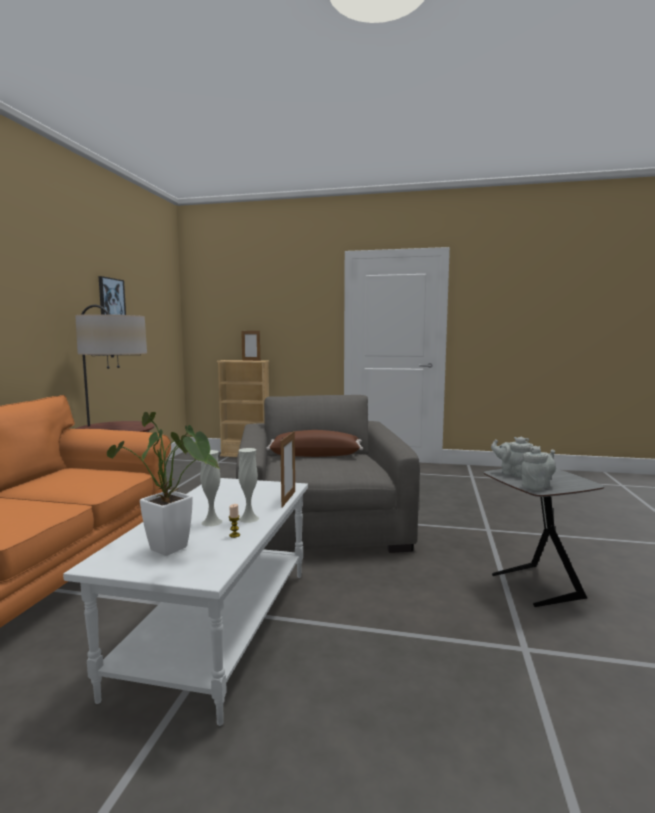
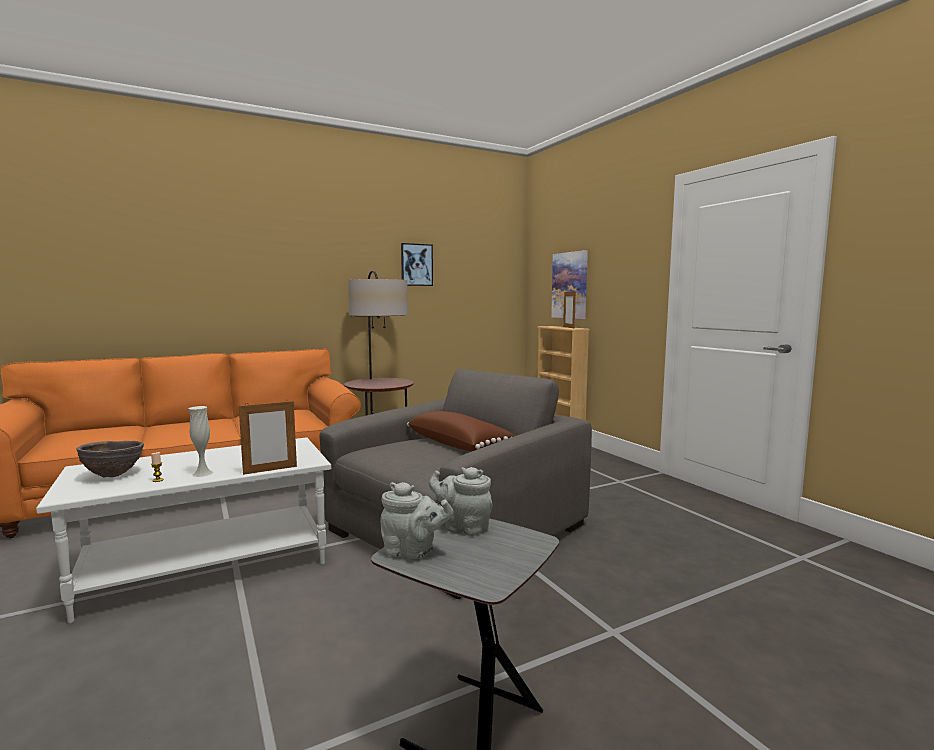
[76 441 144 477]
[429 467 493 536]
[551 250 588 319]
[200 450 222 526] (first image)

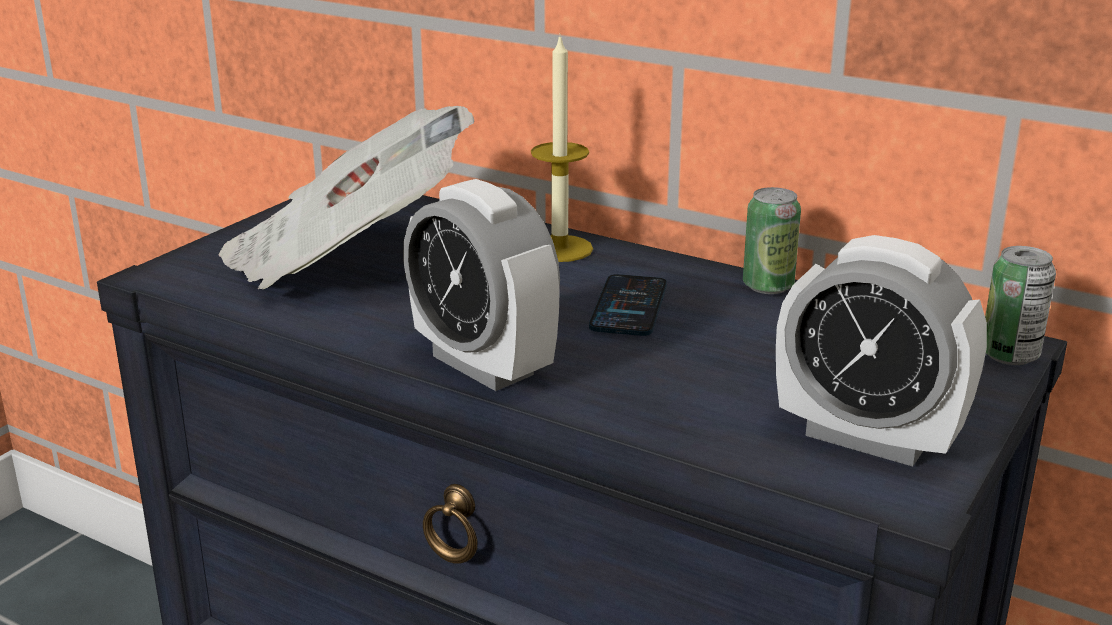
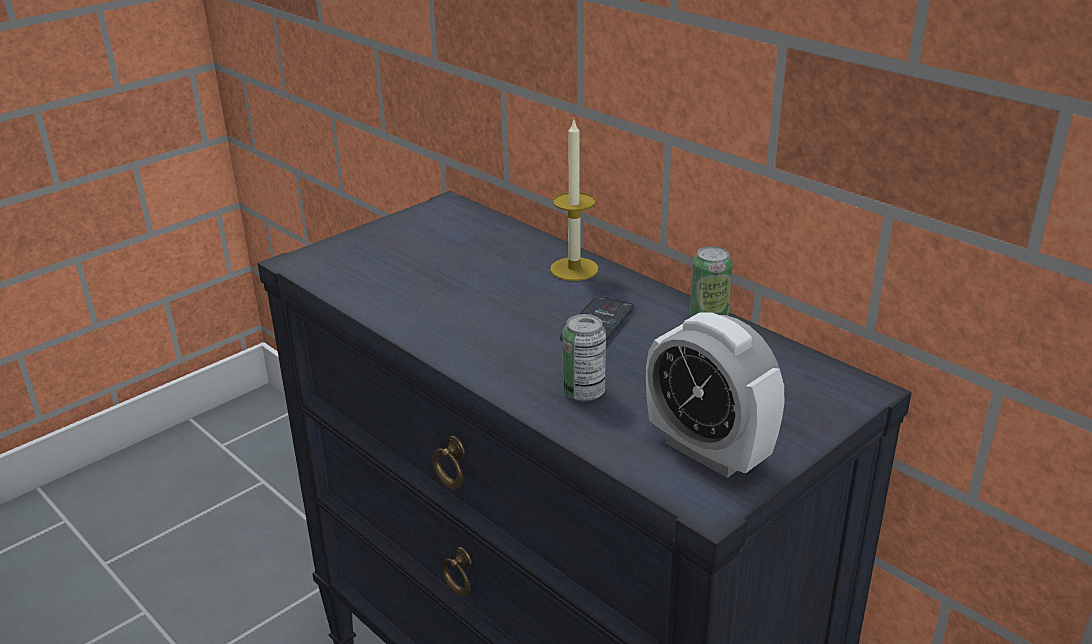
[562 314 606 402]
[218 106 474 290] (first image)
[403 179 560 391] (first image)

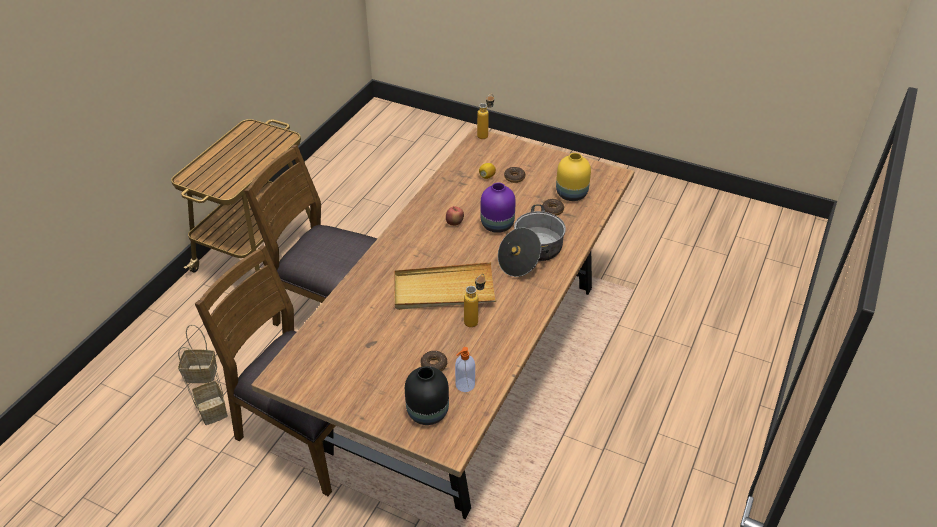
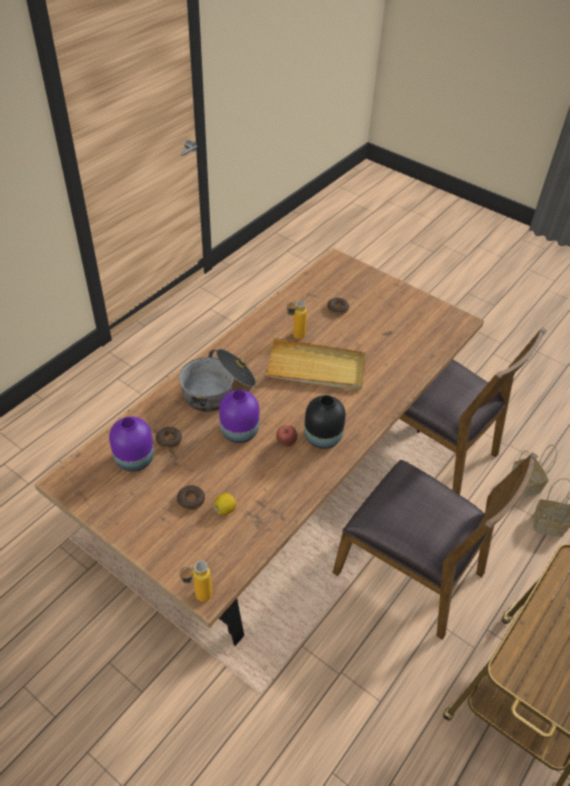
[109 417 154 472]
[304 395 346 449]
[455 347 475 392] (first image)

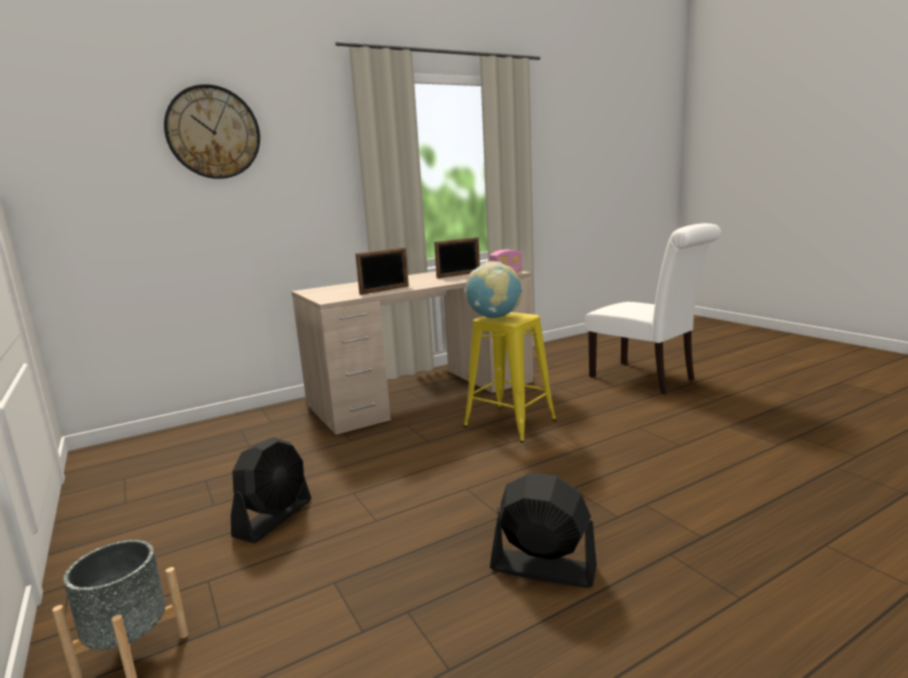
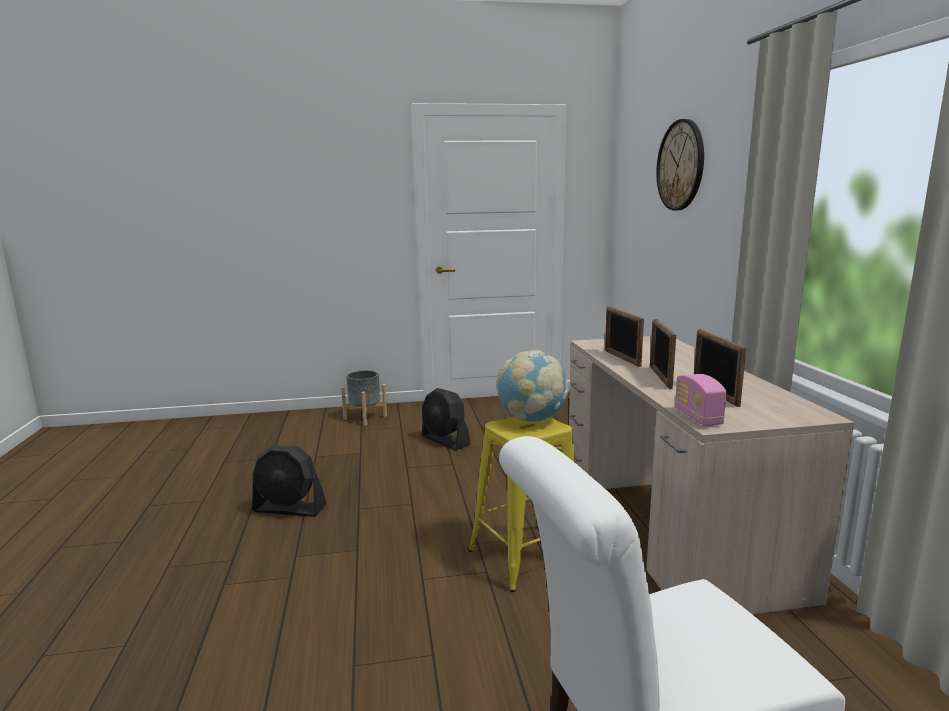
[252 445 326 517]
[650 319 676 389]

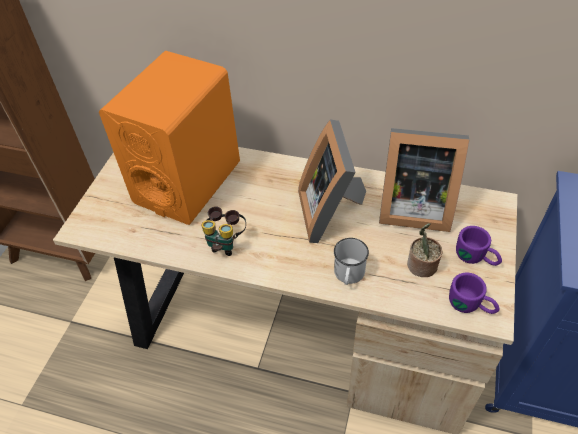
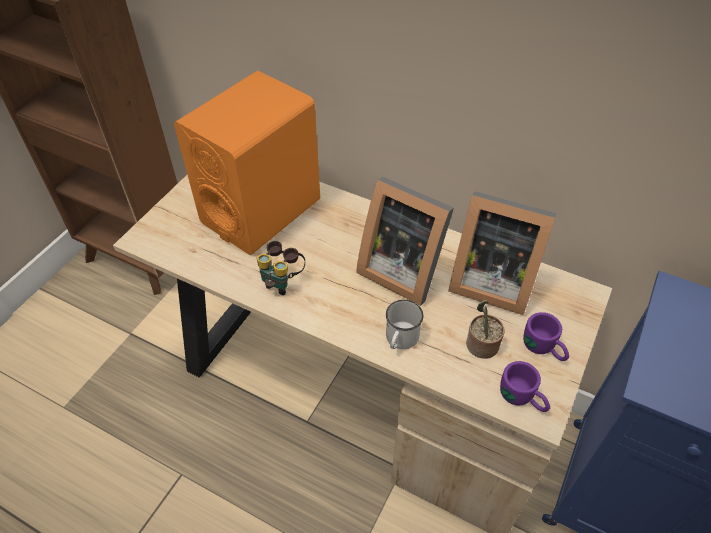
[356 177 454 306]

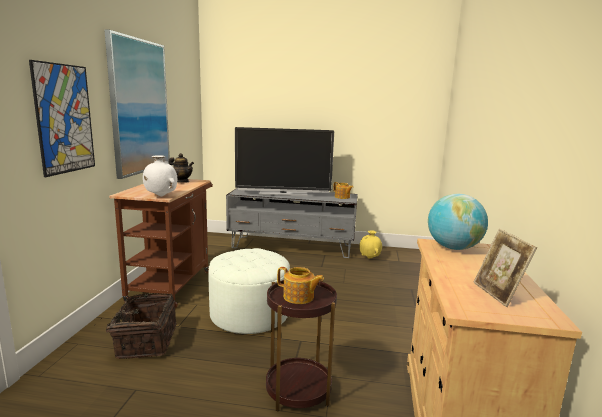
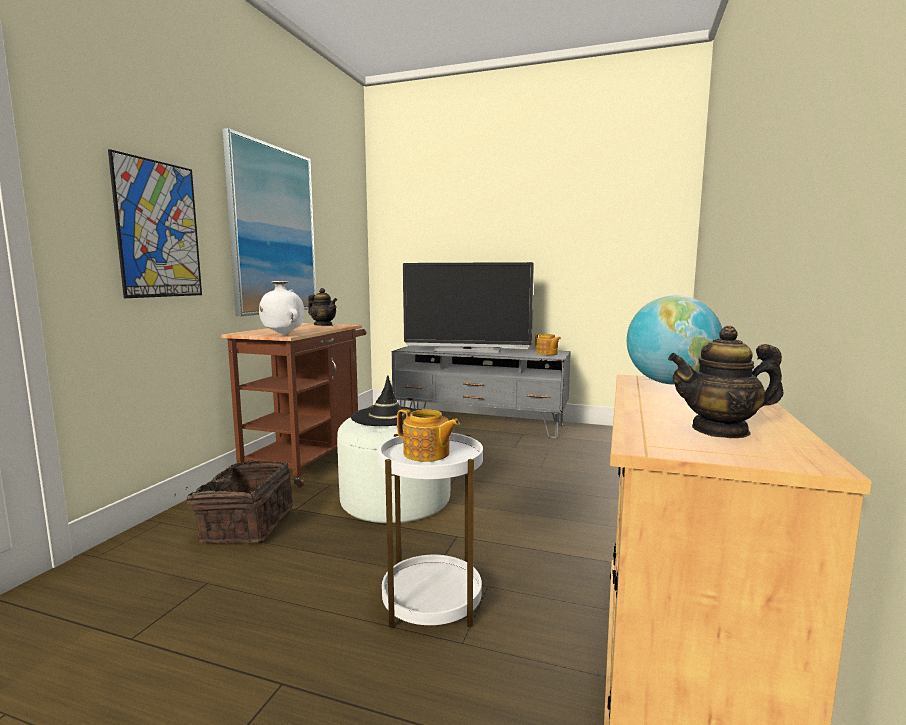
[351 375 416 426]
[378 433 483 628]
[668 326 783 438]
[359 230 382 259] (first image)

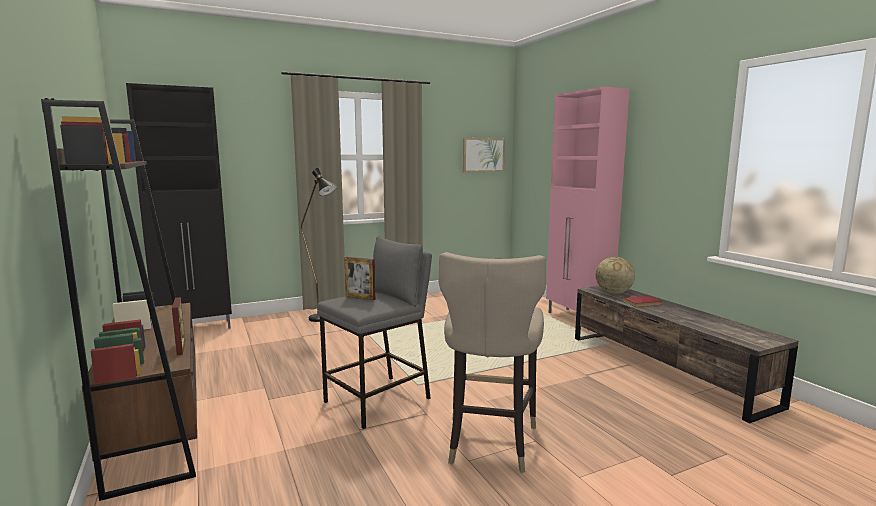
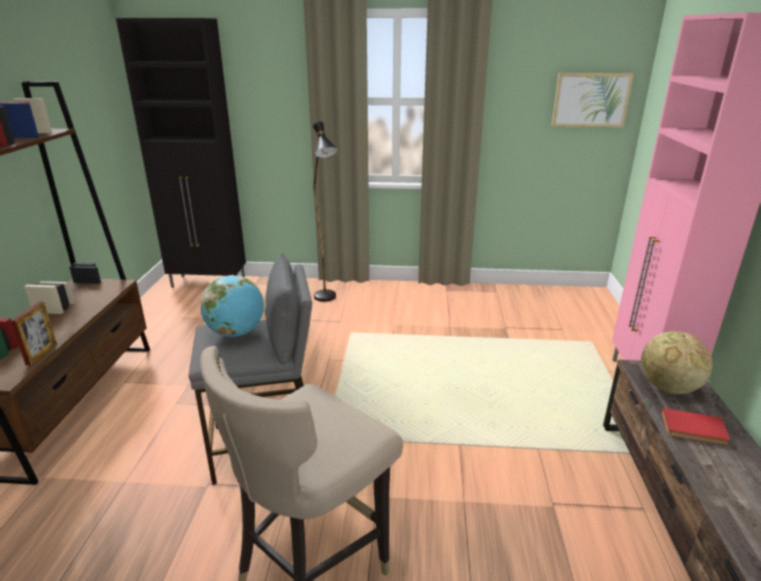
[200 275 264 337]

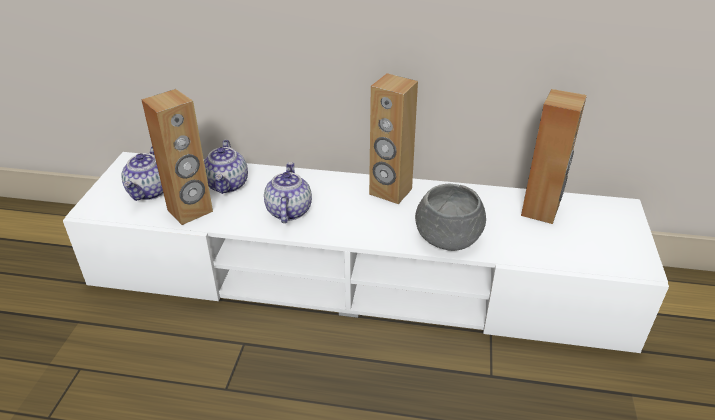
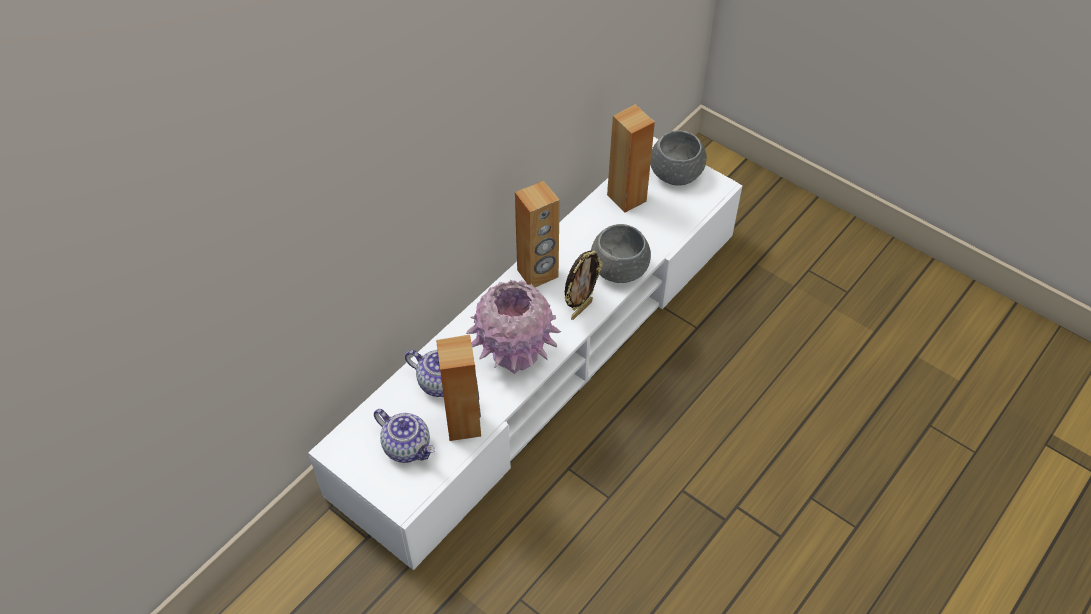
[466 279 561 374]
[564 250 603 320]
[650 130 706 186]

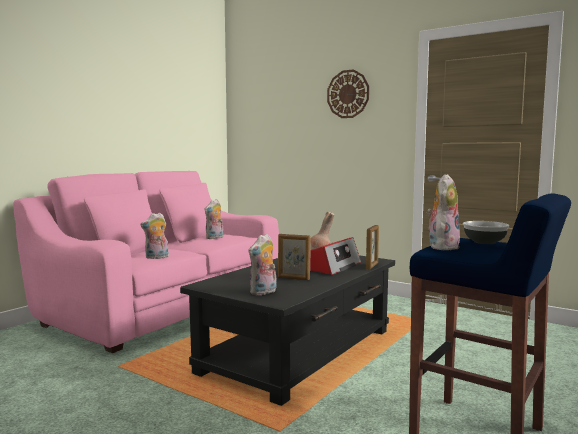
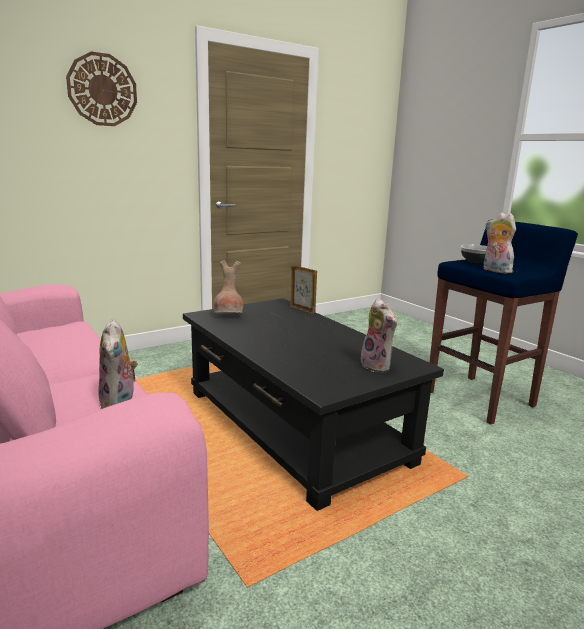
[205 199 224 239] (first image)
[278 234 311 280] (first image)
[310 237 361 275] (first image)

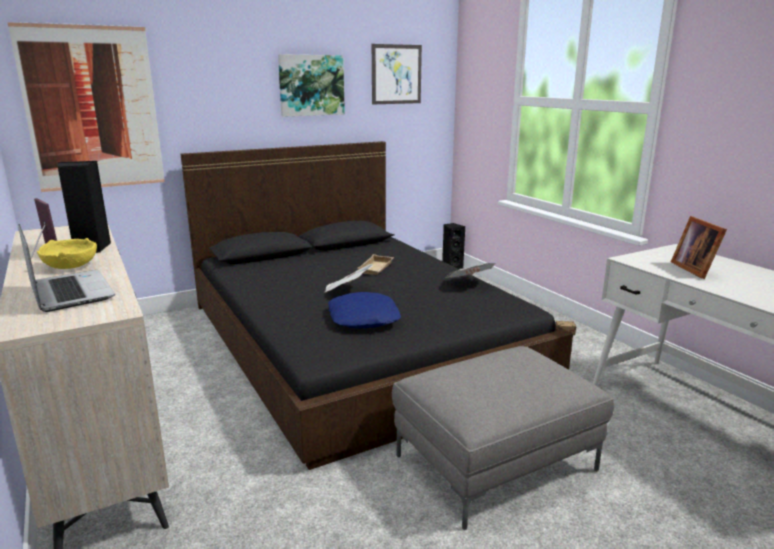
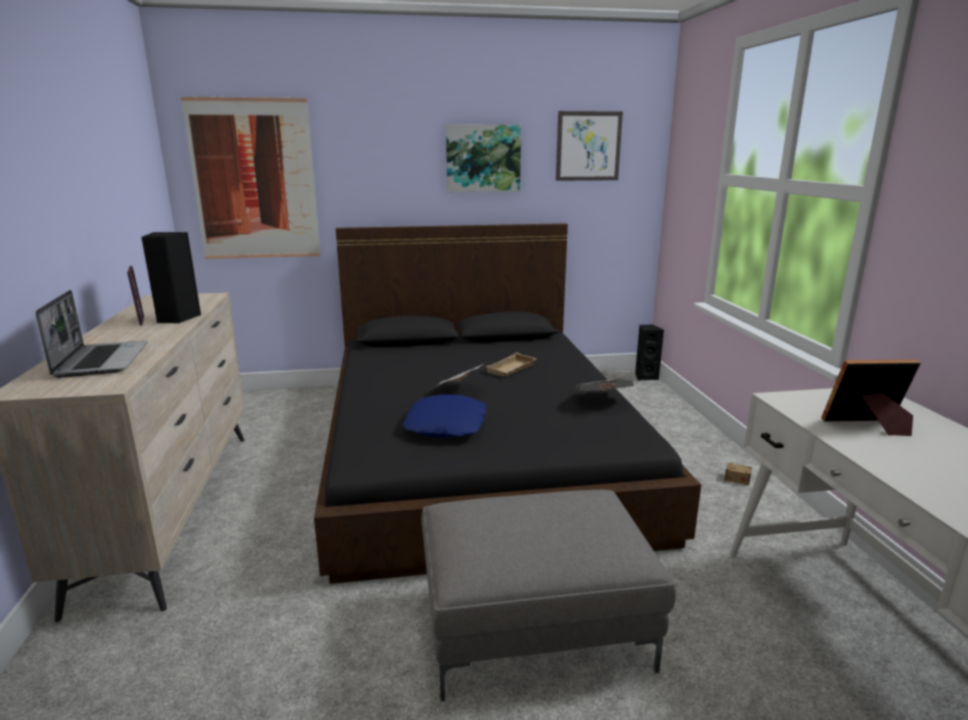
[821 359 921 436]
[37 238 97 269] (first image)

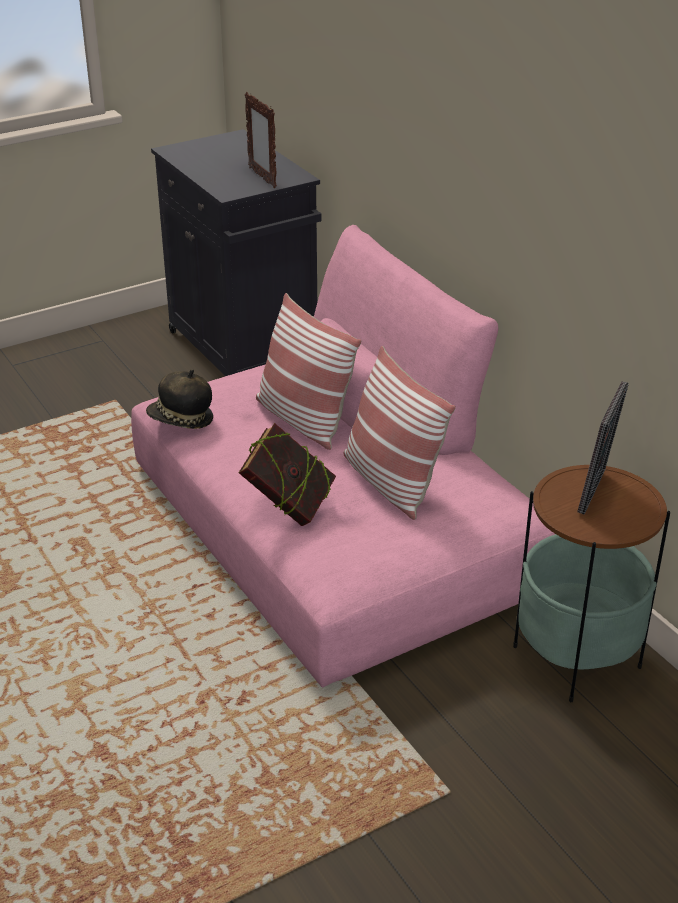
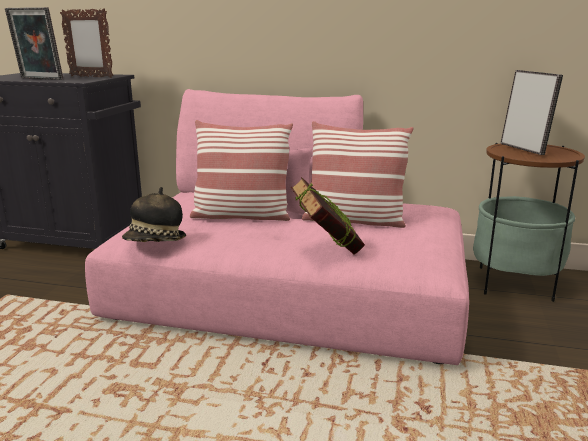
[5 7 63 80]

